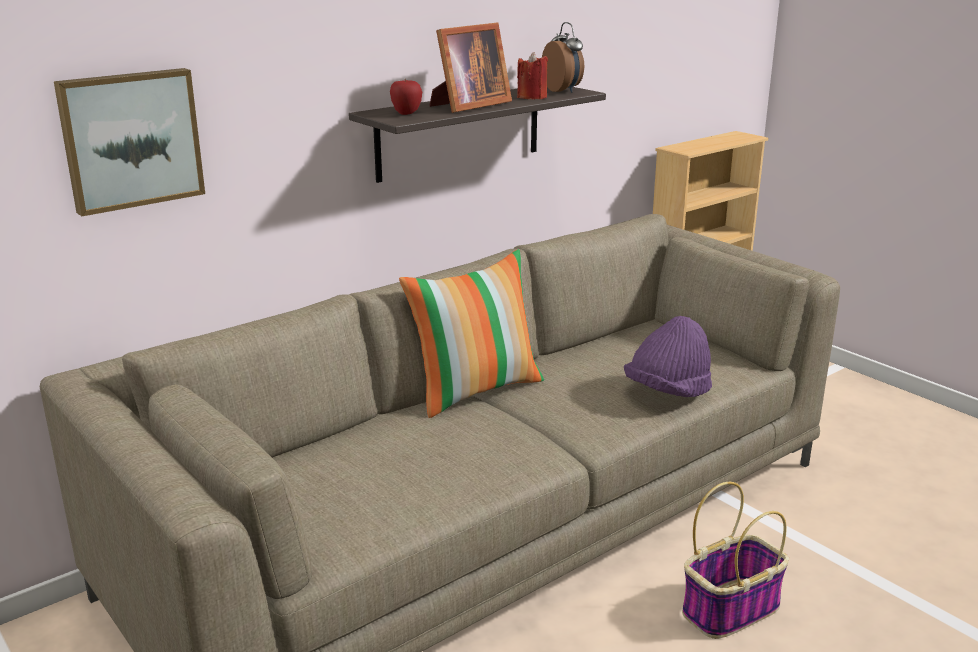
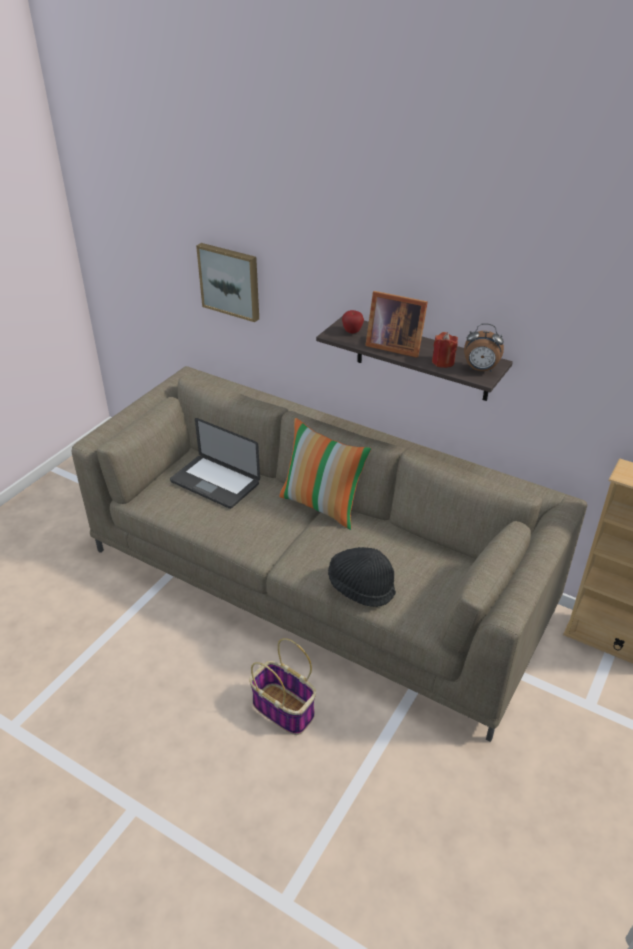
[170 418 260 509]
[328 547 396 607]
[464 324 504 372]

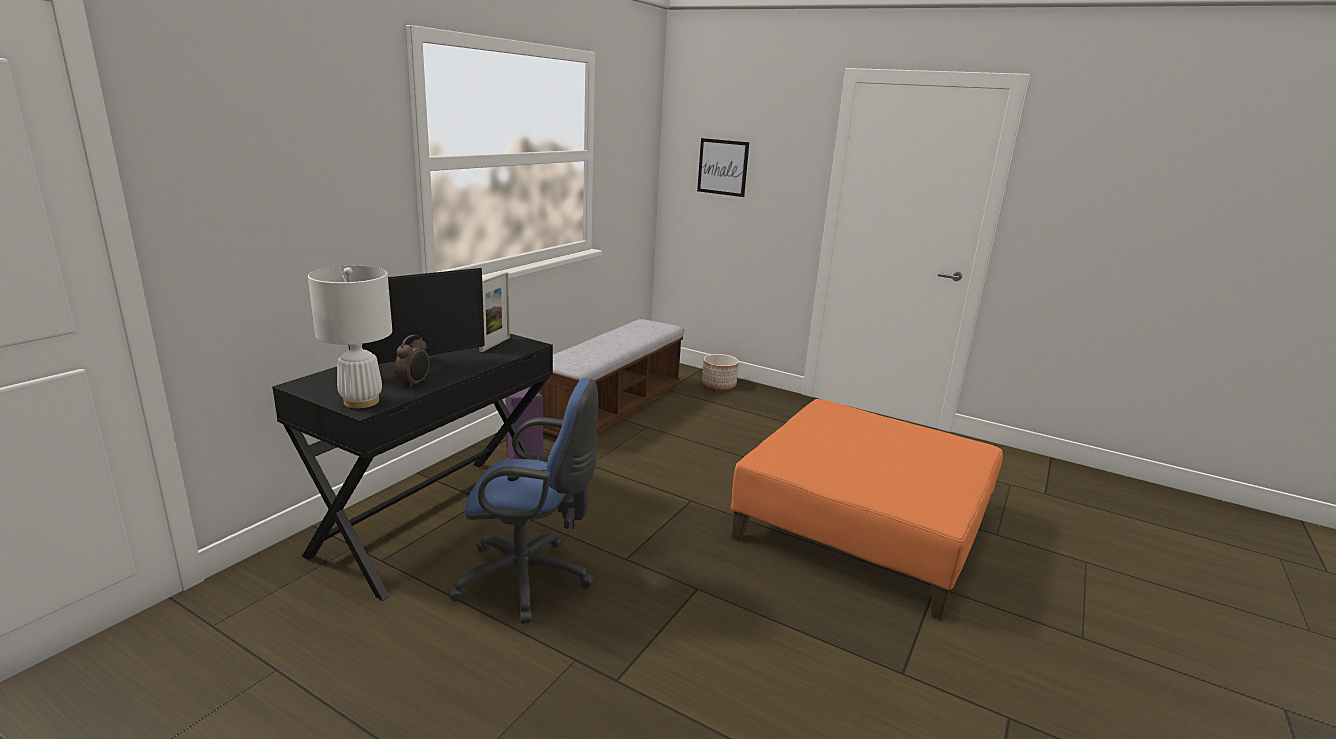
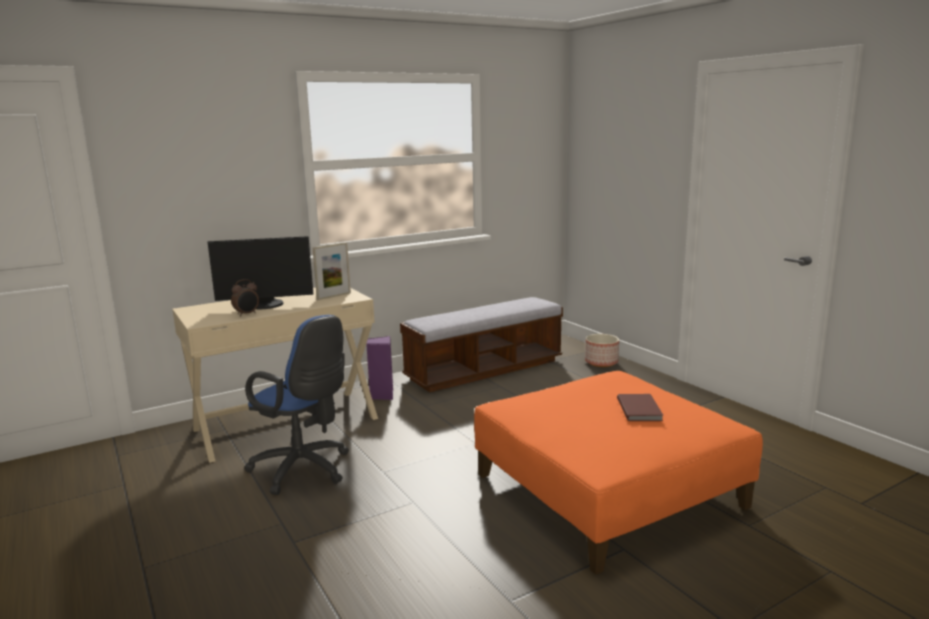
[172 288 378 463]
[617 394 663 421]
[308 266 392 408] (first image)
[697 138 749 197] (first image)

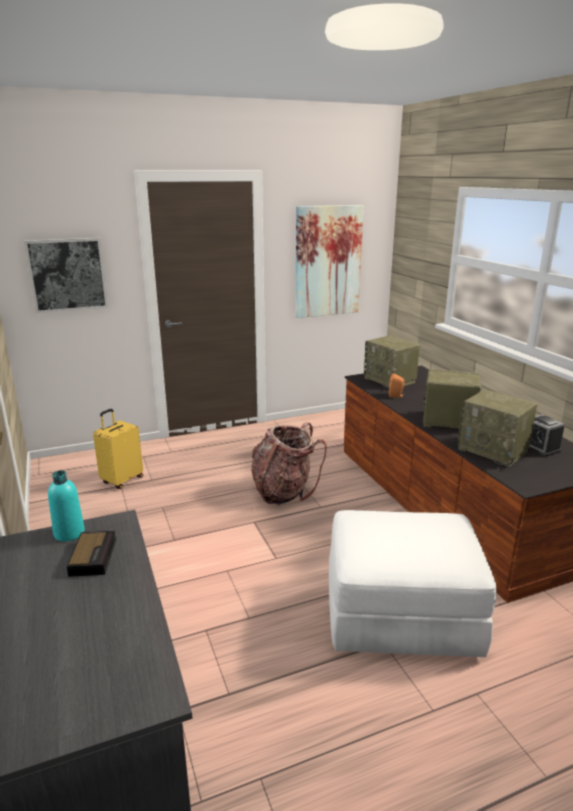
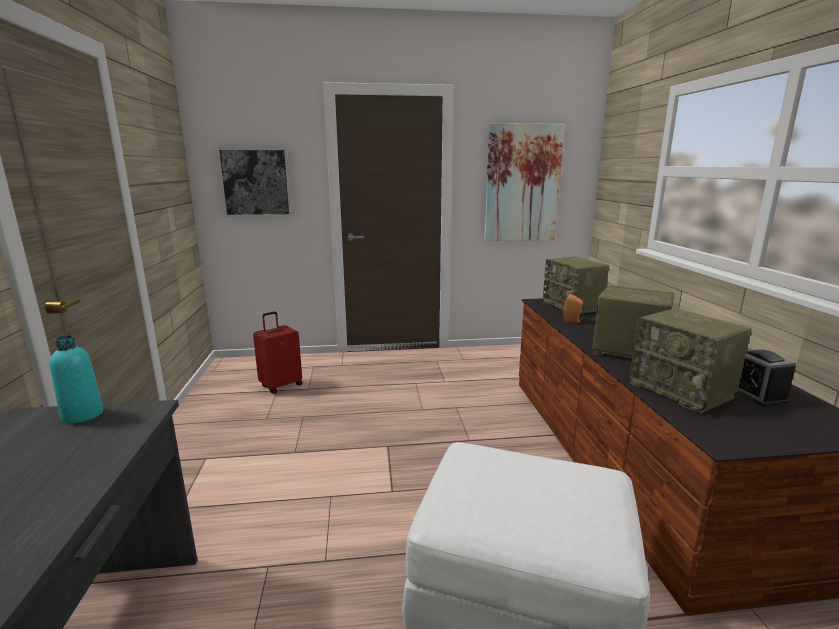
[253 311 303 394]
[67 531 116 577] (first image)
[251 422 327 505] (first image)

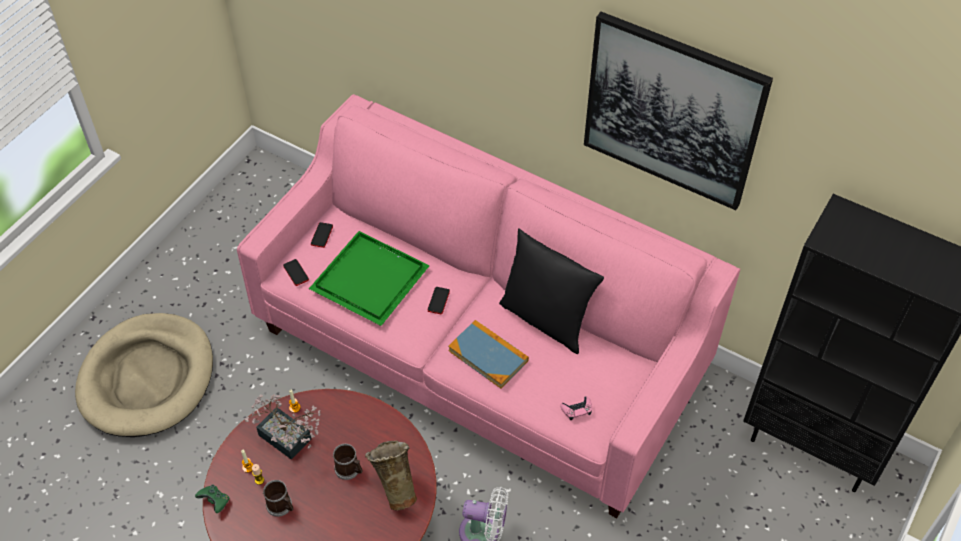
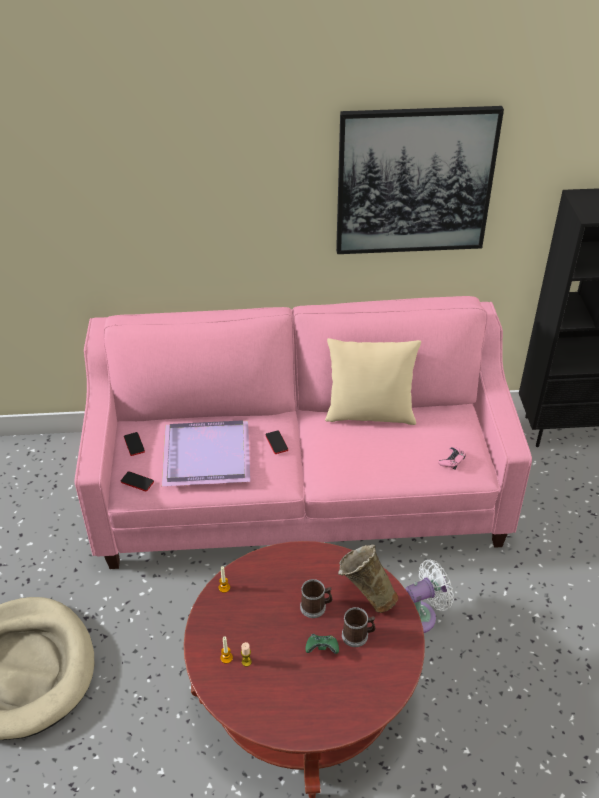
[162 420 250 486]
[305 634 339 654]
[325 338 421 425]
[342 607 375 647]
[244 394 321 460] (first image)
[448 320 529 389] (first image)

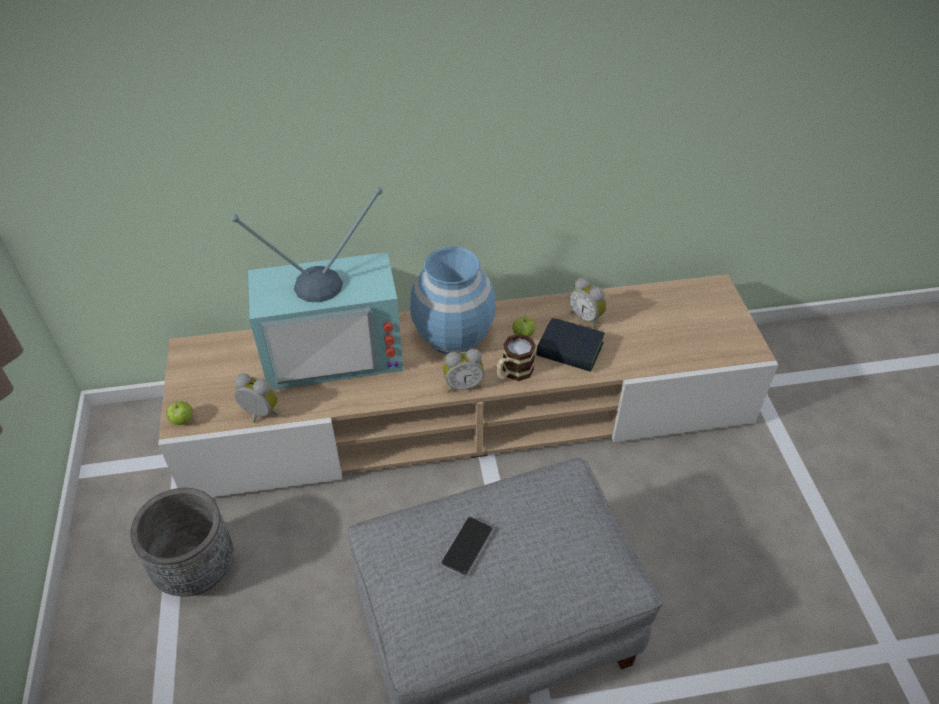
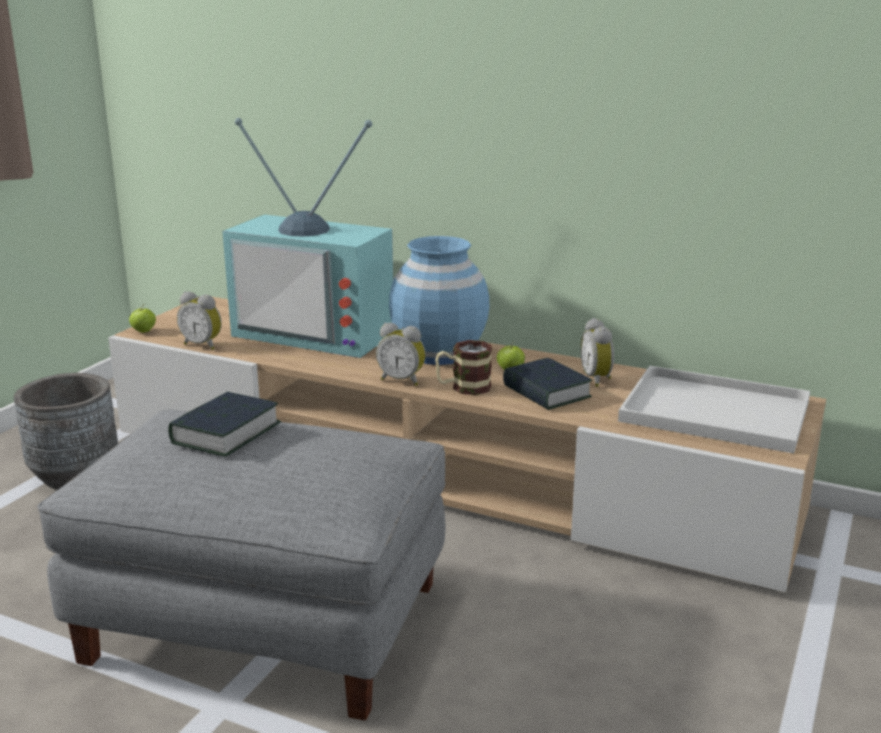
[168 392 281 457]
[177 291 222 350]
[618 366 810 454]

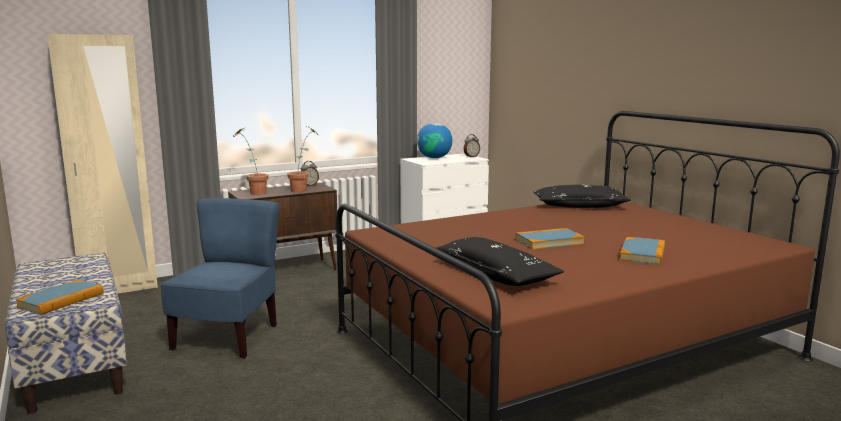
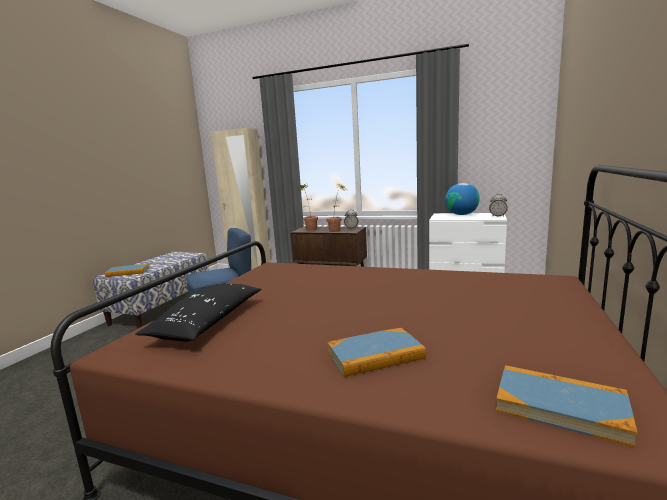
[496 365 638 447]
[534 185 631 208] (first image)

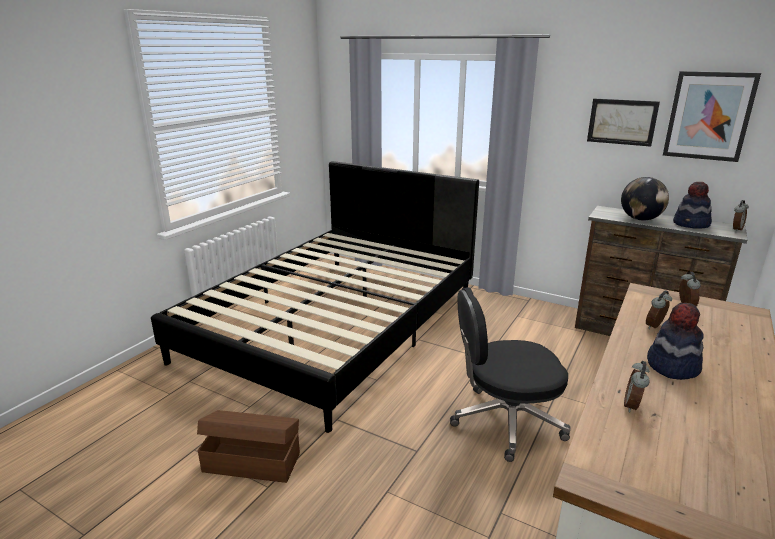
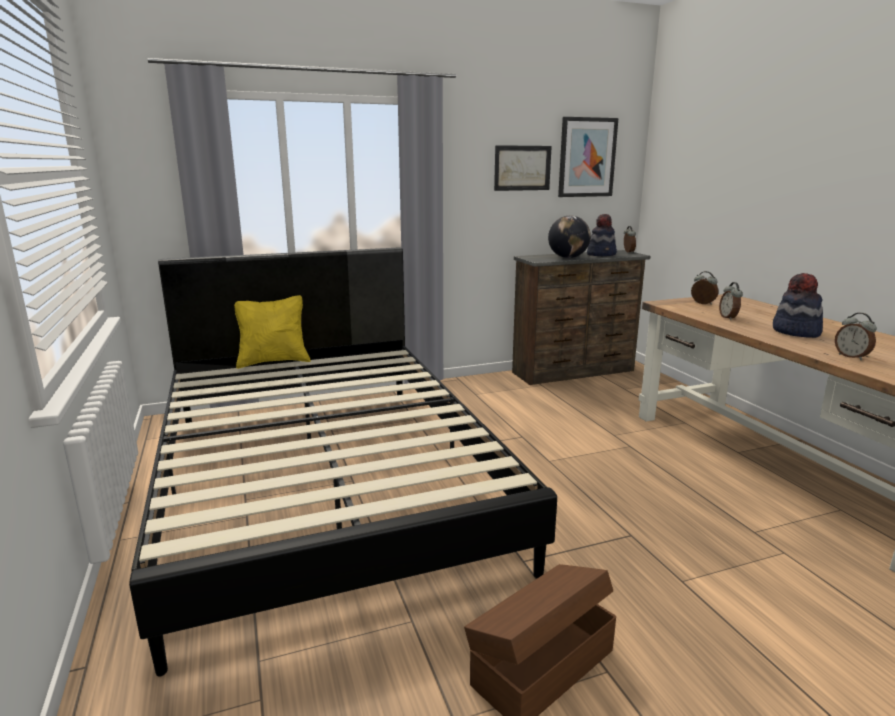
[234 295 311 369]
[450 287 571 462] (first image)

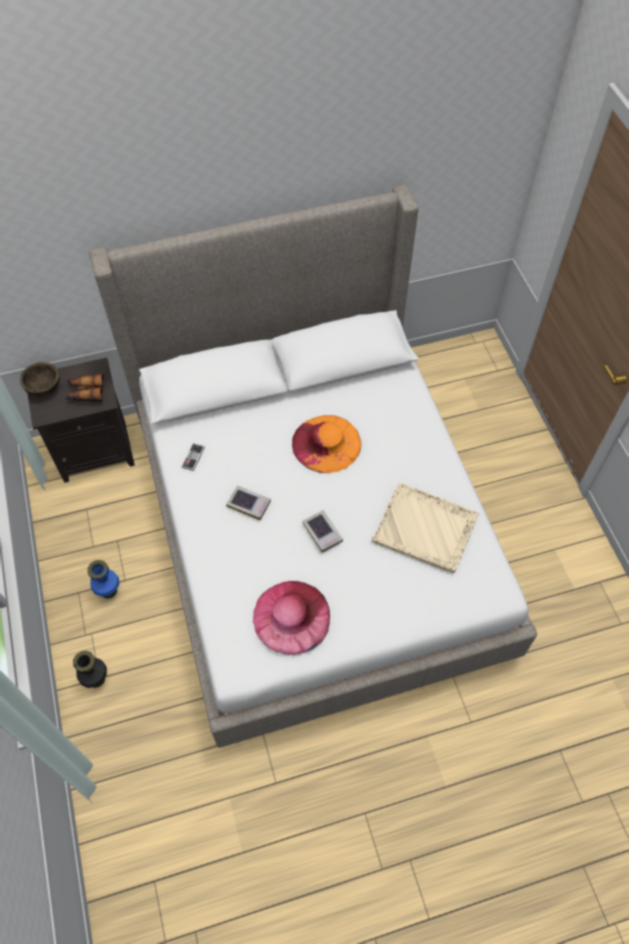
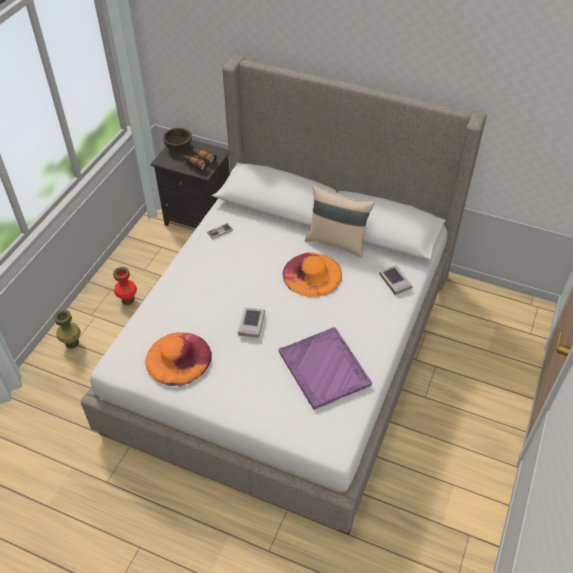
[54 310 81 349]
[113 267 137 305]
[145 332 212 386]
[279 327 372 409]
[305 185 375 258]
[379 265 413 295]

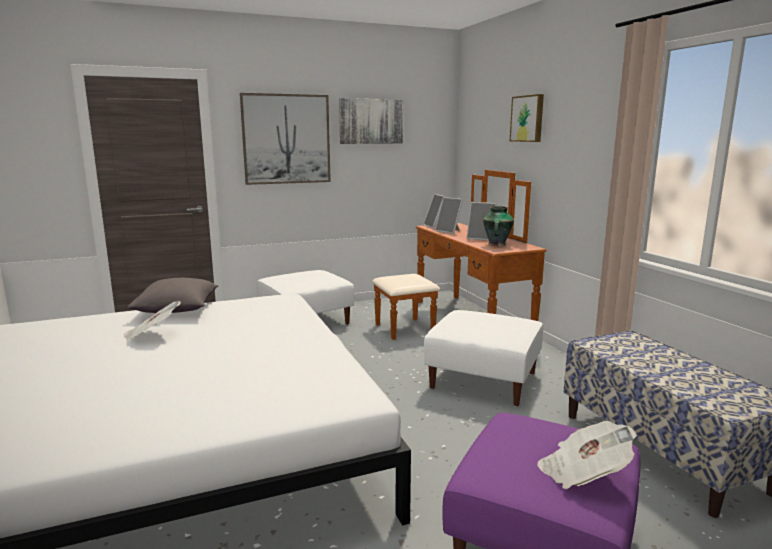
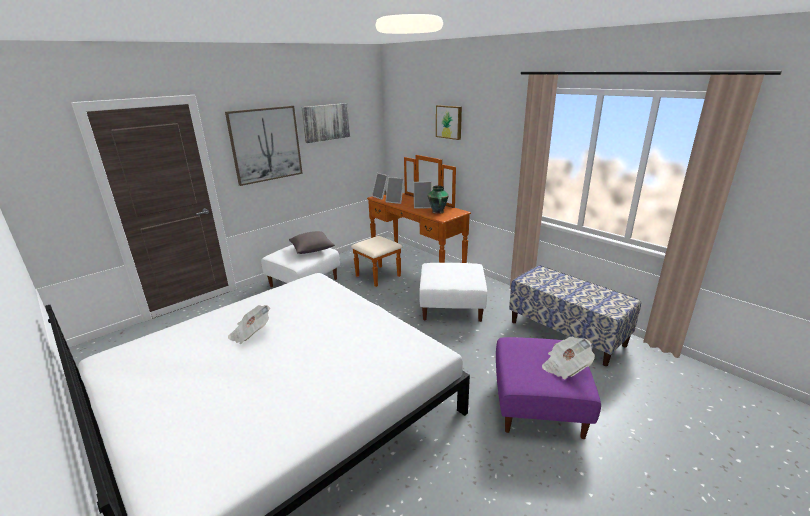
[289 231 335 254]

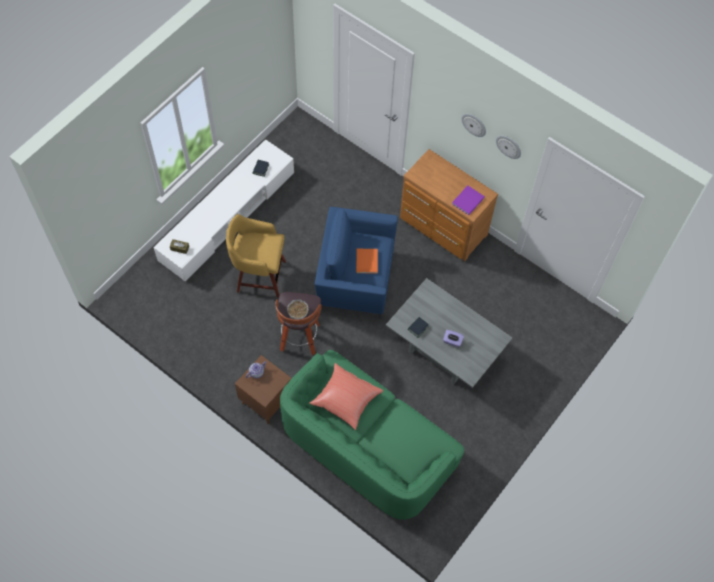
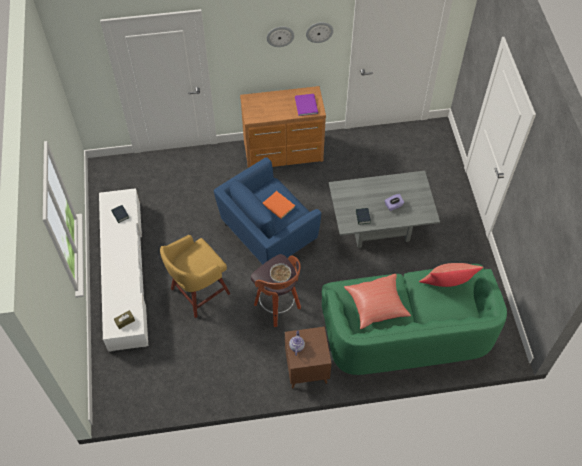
[419 263 483 287]

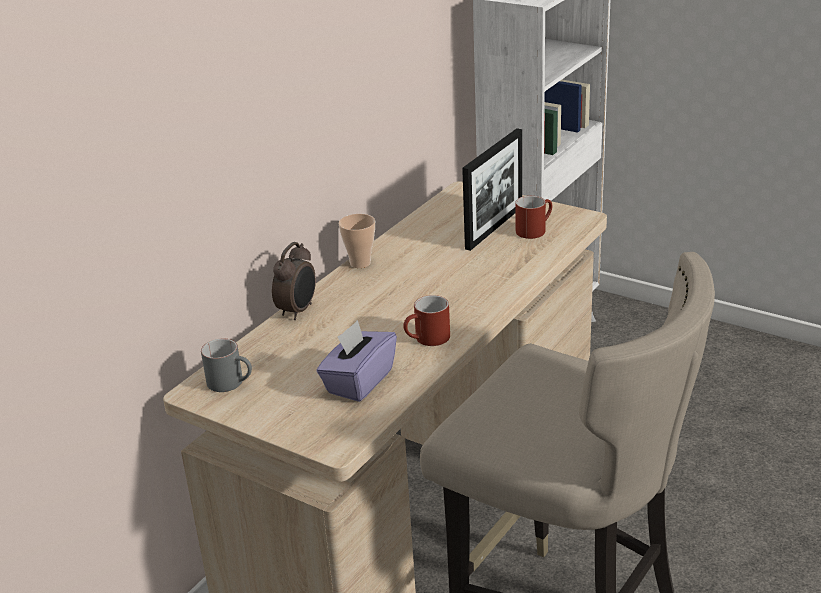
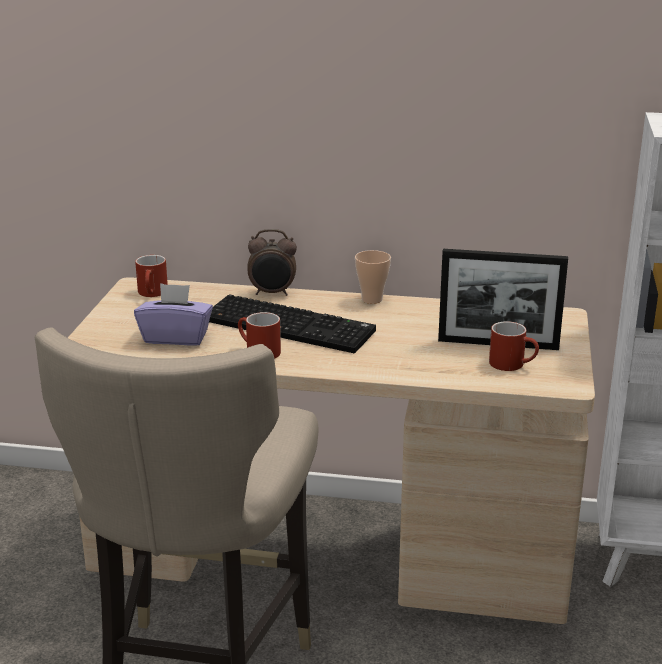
[135 255 168 297]
[209 294 376 353]

